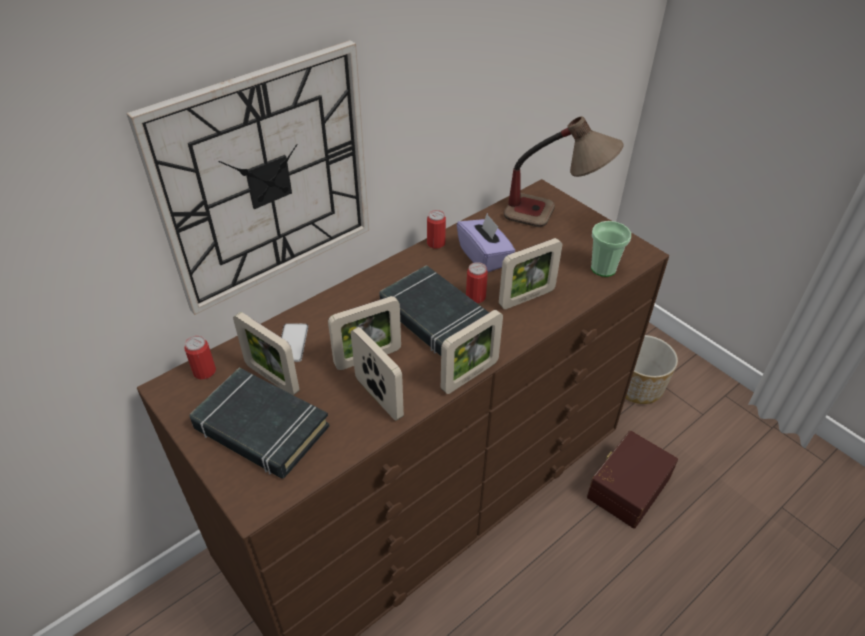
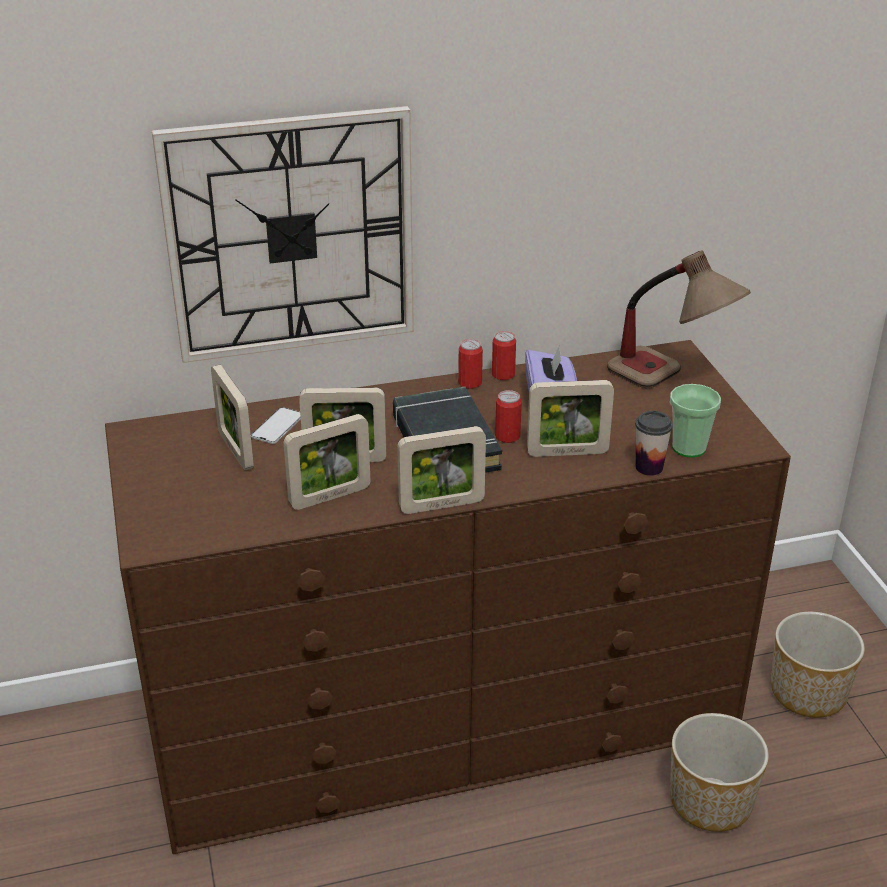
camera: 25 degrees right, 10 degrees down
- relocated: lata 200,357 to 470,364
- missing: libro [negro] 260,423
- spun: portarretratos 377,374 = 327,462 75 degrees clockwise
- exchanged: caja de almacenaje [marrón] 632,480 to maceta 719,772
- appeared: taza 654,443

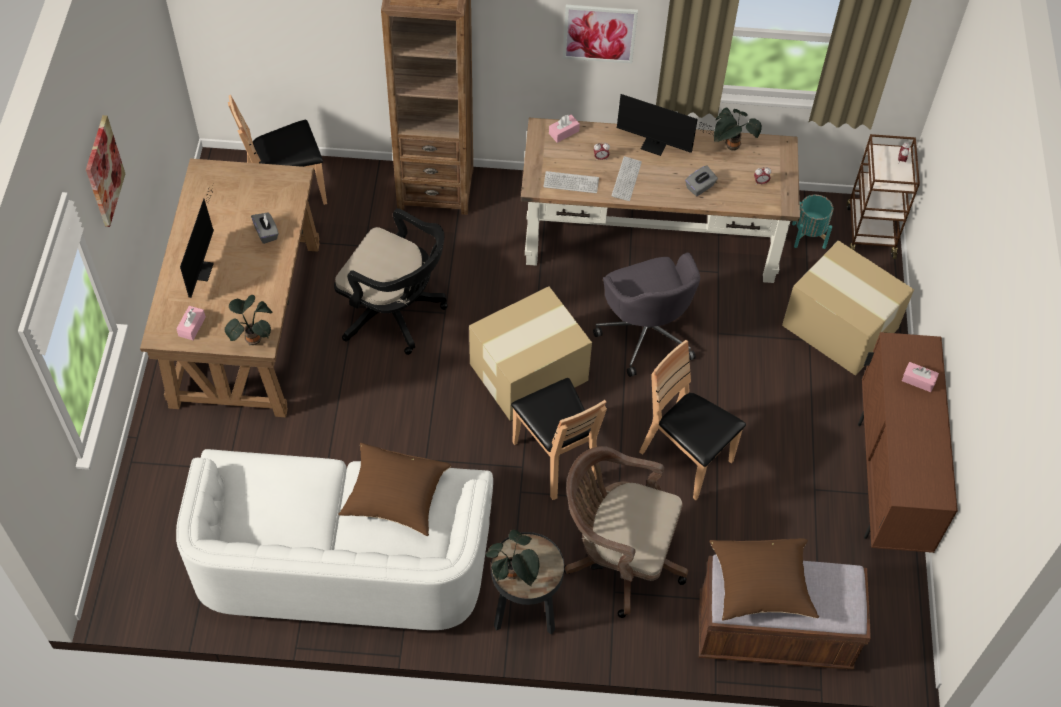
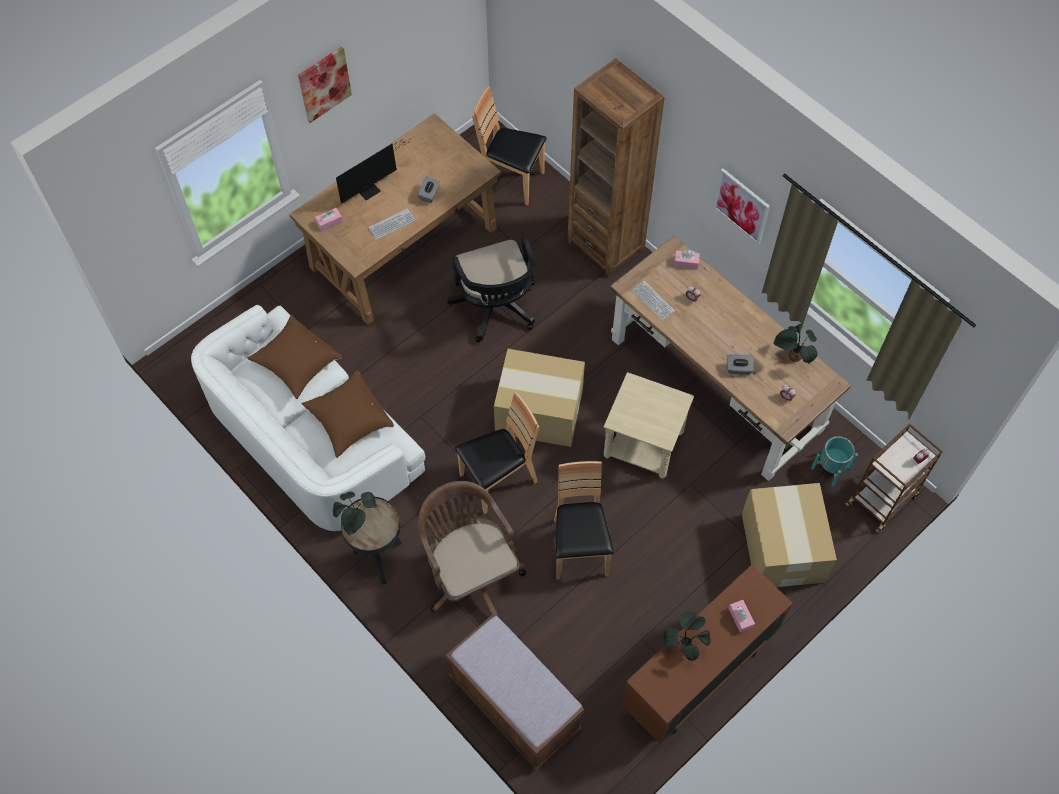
camera: 45 degrees right, 5 degrees up
- relocated: planta en maceta 249,320 to 687,637
- spun: silla [marrón] 559,439 = 497,453 135 degrees counterclockwise
- exchanged: silla de oficina [gris] 646,314 to mesa auxiliar [beis] 649,425
- relocated: teclado 626,178 to 391,224
- missing: monitor 669,125
- relocated: cojín [marrón] 764,579 to 295,357

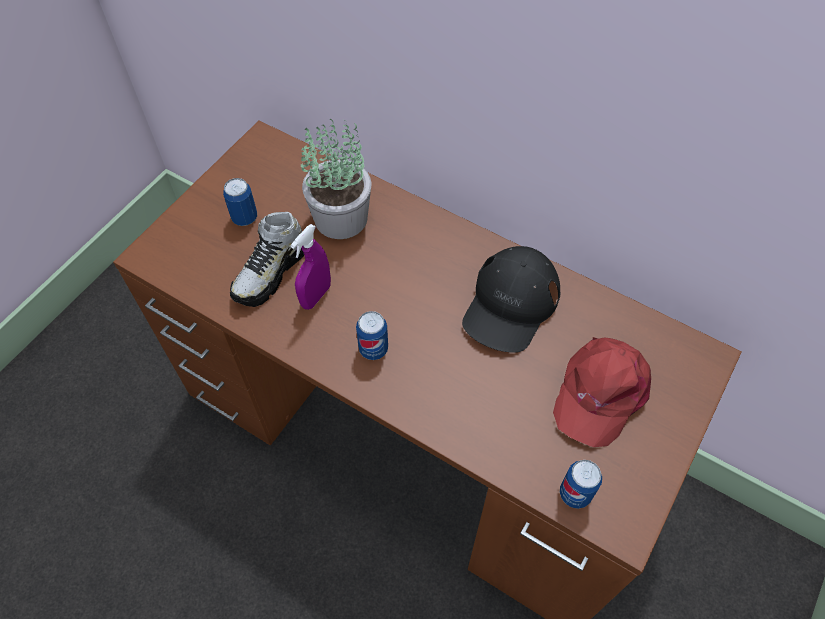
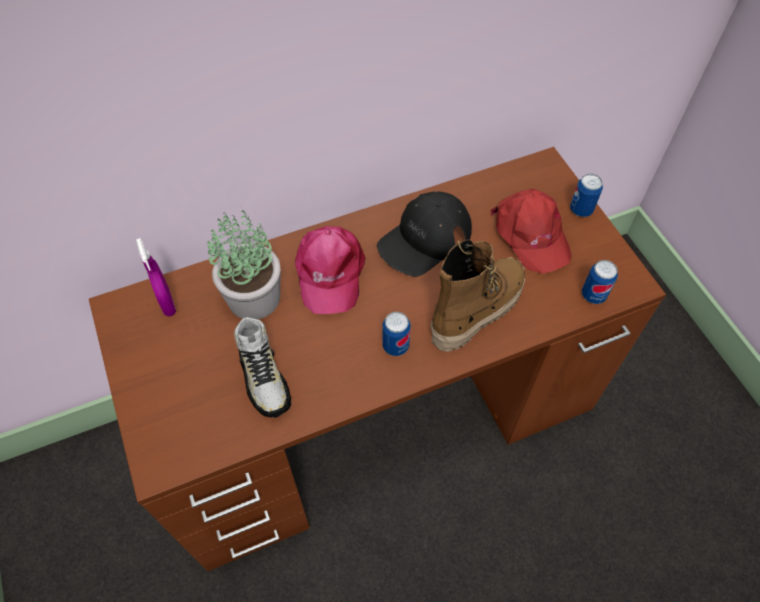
camera: 55 degrees left, 0 degrees up
- relocated: lata 240,202 to 586,195
- relocated: pulverizador [morado] 310,267 to 156,277
- spun: gorra [negro] 511,299 = 424,234 75 degrees clockwise
- appeared: gorra [rosa] 330,270
- appeared: bota 478,296

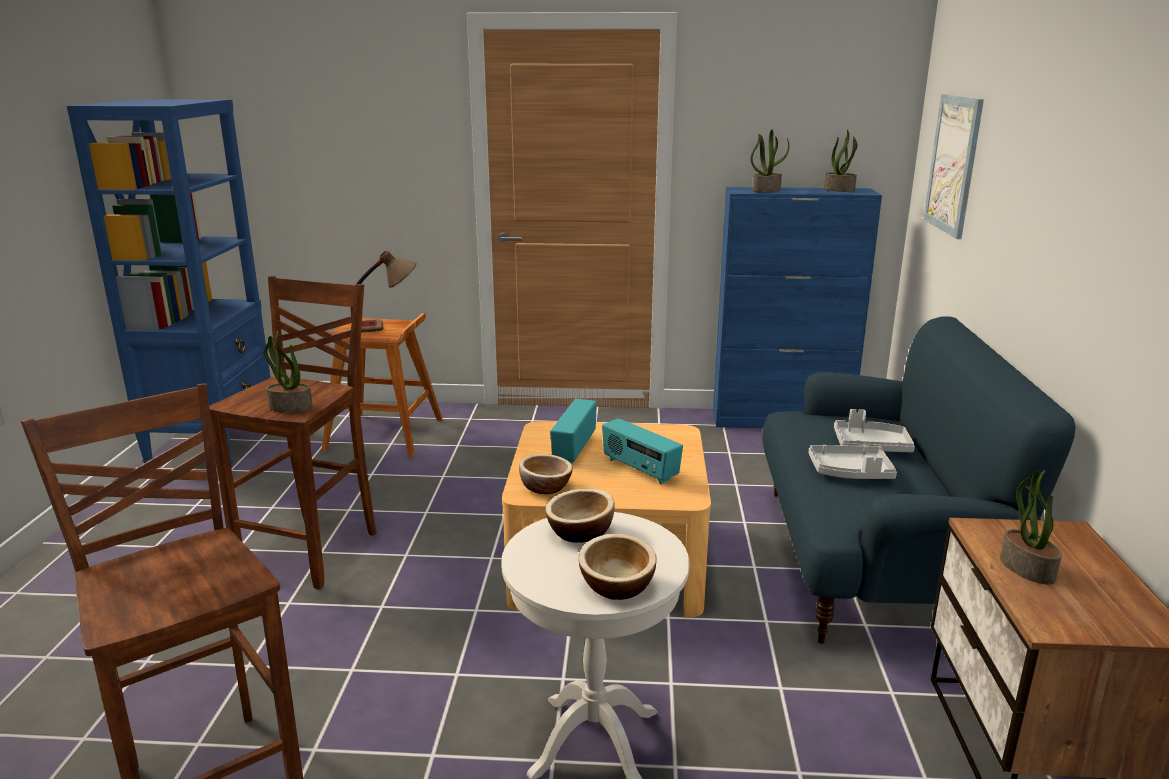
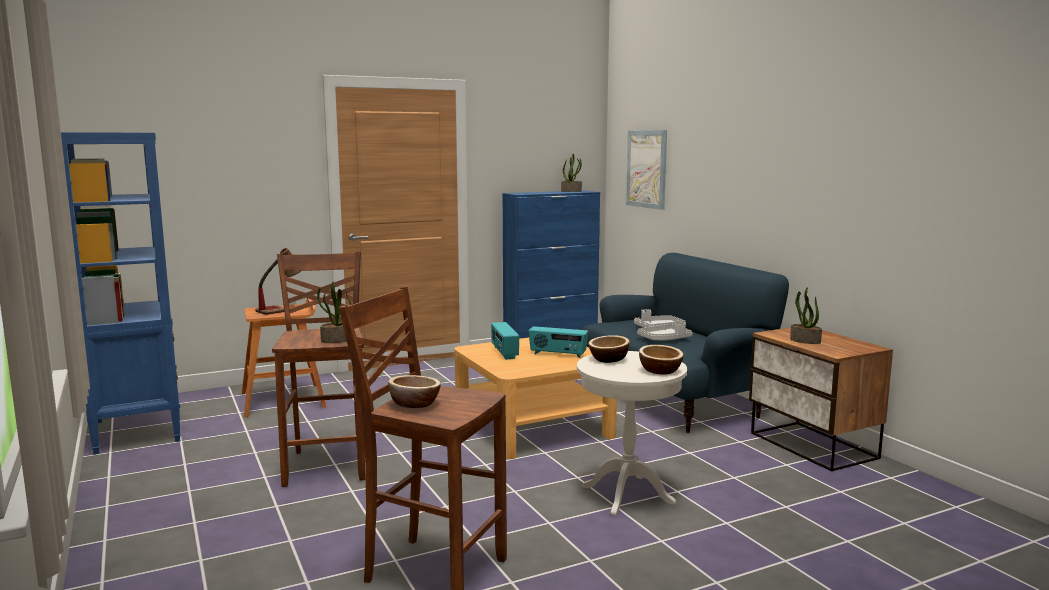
camera: 30 degrees left, 10 degrees down
- relocated: cuenco 546,474 to 414,391
- missing: planta en maceta 770,161

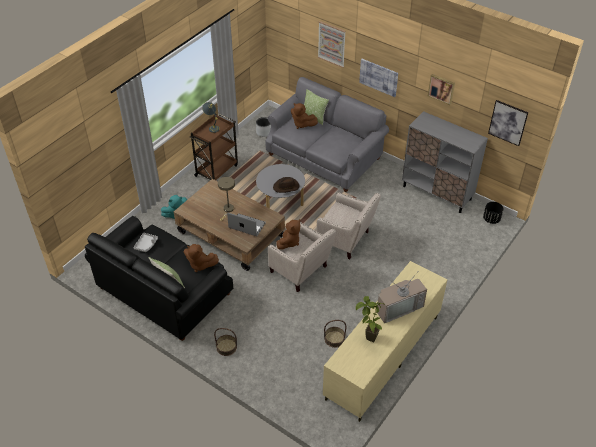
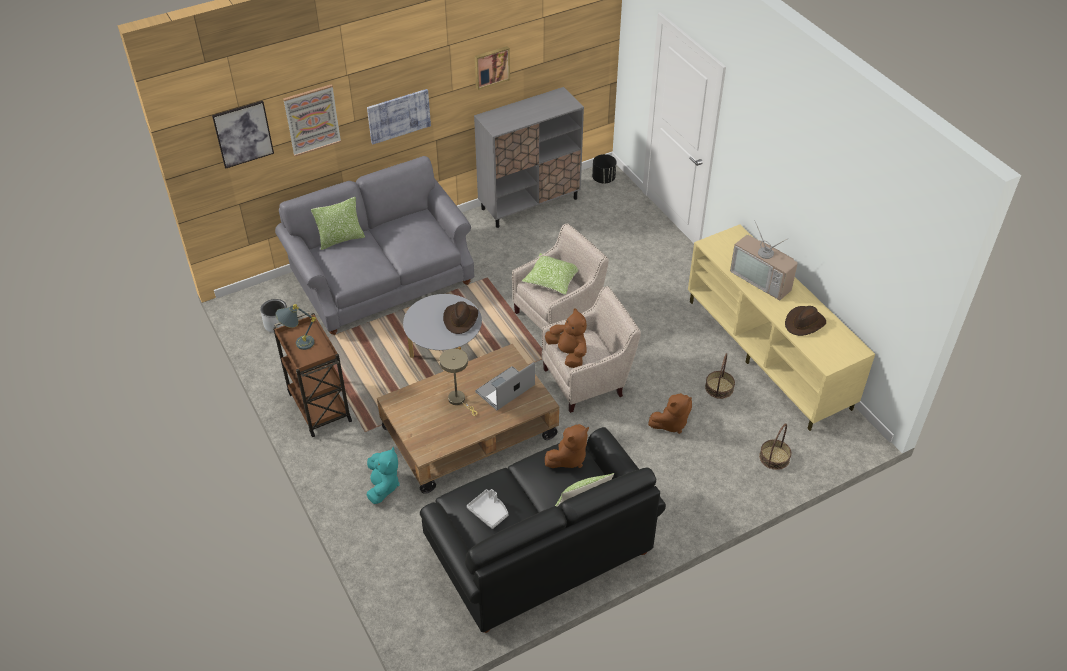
camera: 65 degrees left, 0 degrees up
- relocated: cesta 225,342 to 775,446
- relocated: peluche [marrón] 304,116 to 670,413
- exchanged: planta en maceta 370,319 to sombrero [marrón] 805,321
- spun: televisor 402,298 = 764,260 135 degrees clockwise
- relocated: cuadro 508,123 to 243,134
- appeared: cojín 550,274

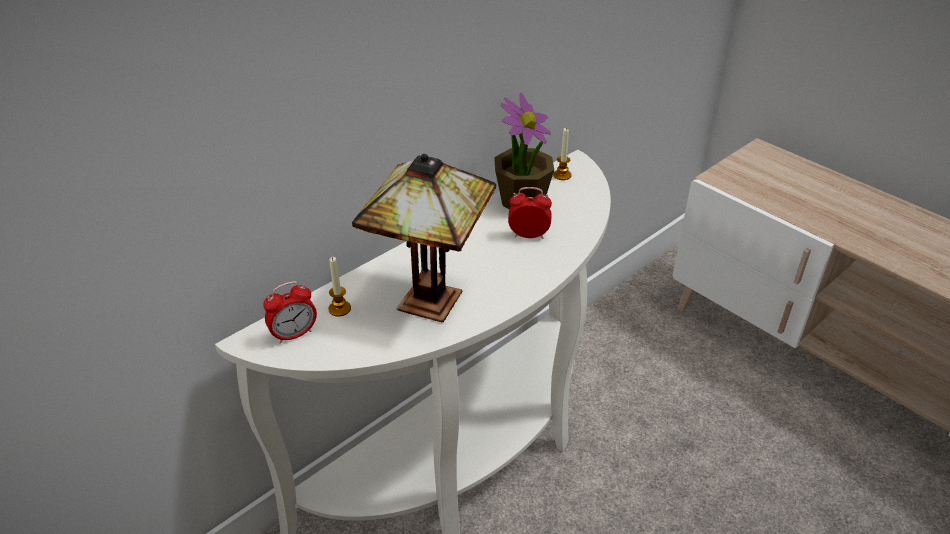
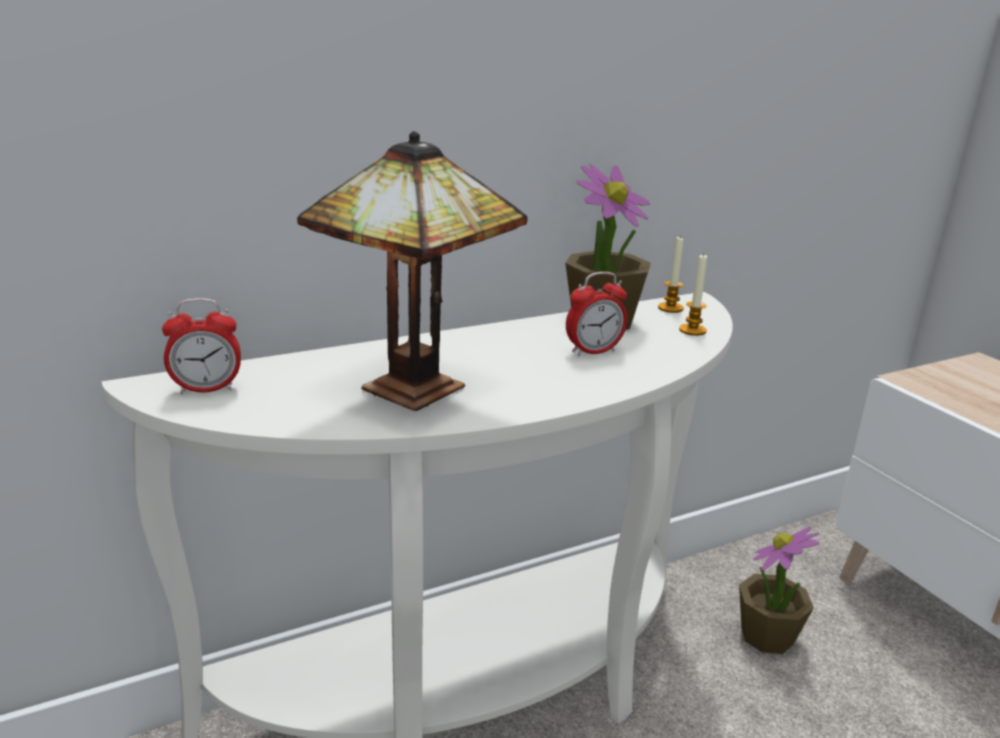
camera: 15 degrees right, 15 degrees down
- relocated: vela 339,286 to 693,294
- spun: despertador 530,213 = 596,314 135 degrees clockwise
- appeared: planta en maceta 779,590

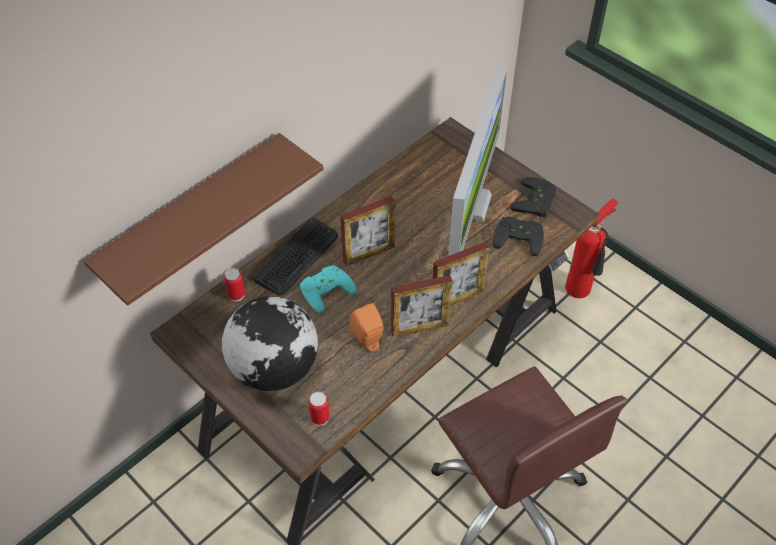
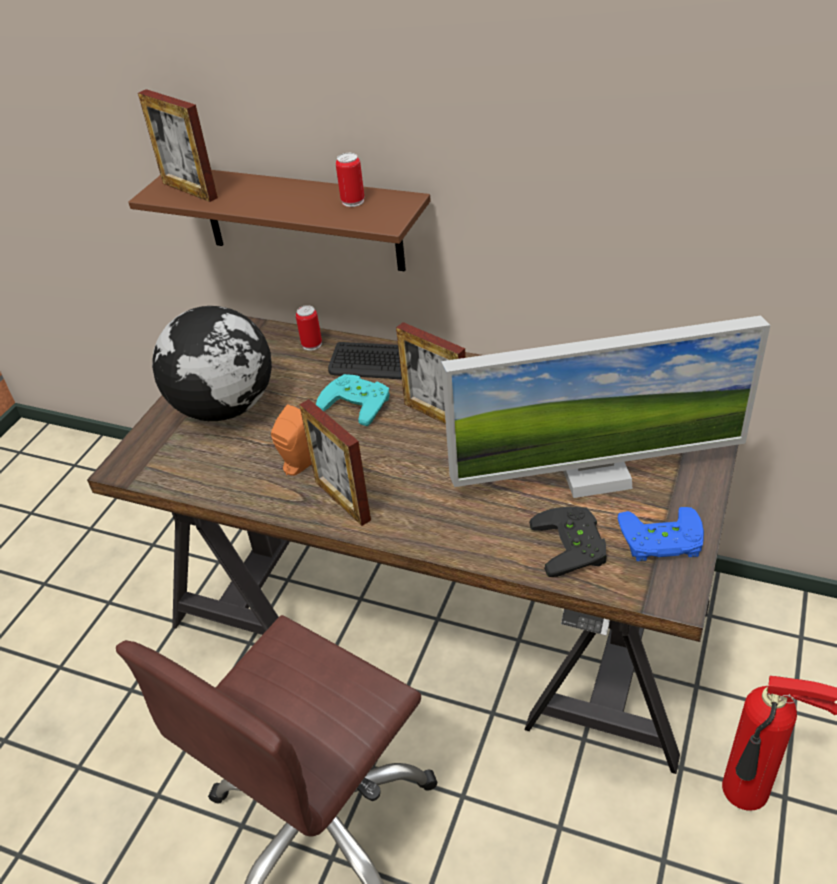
camera: 70 degrees right, 10 degrees down
- relocated: lata 319,409 to 350,180
- relocated: portarretratos 461,274 to 178,145
- colour: mando de consola [negro] 533,197 to mando de consola [azul] 660,534

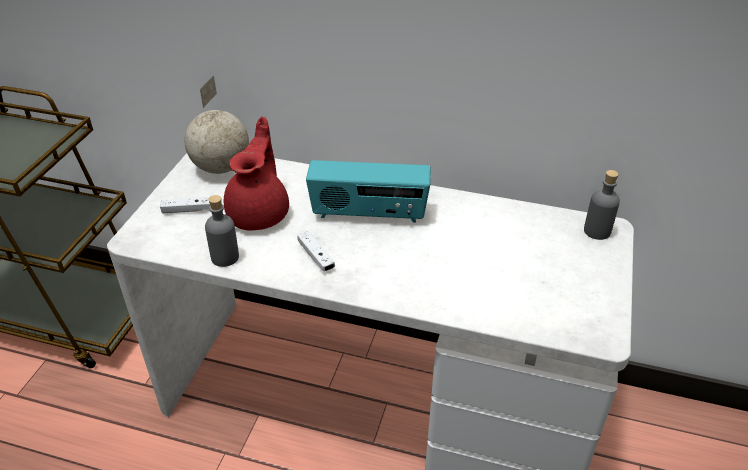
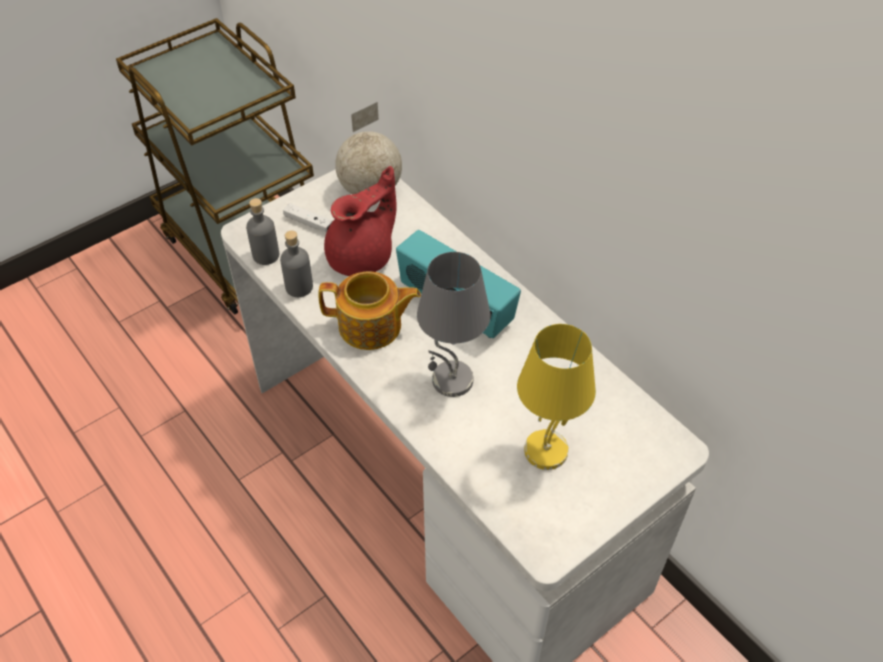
camera: 35 degrees right, 10 degrees up
- exchanged: mando de consola [blanco] 316,251 to tetera 369,311
- relocated: botella [gris] 602,205 to 262,231
- appeared: lámpara de mesa [gris] 454,324
- appeared: lámpara de mesa [amarillo] 556,397

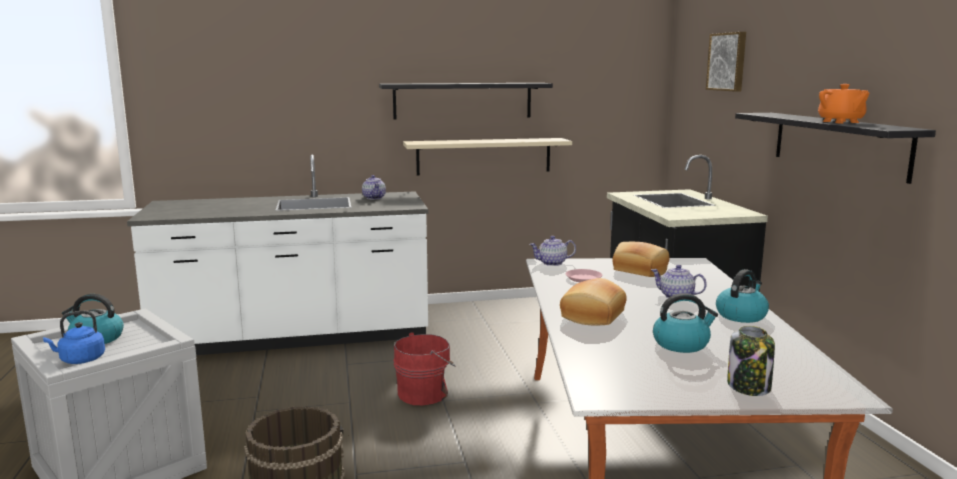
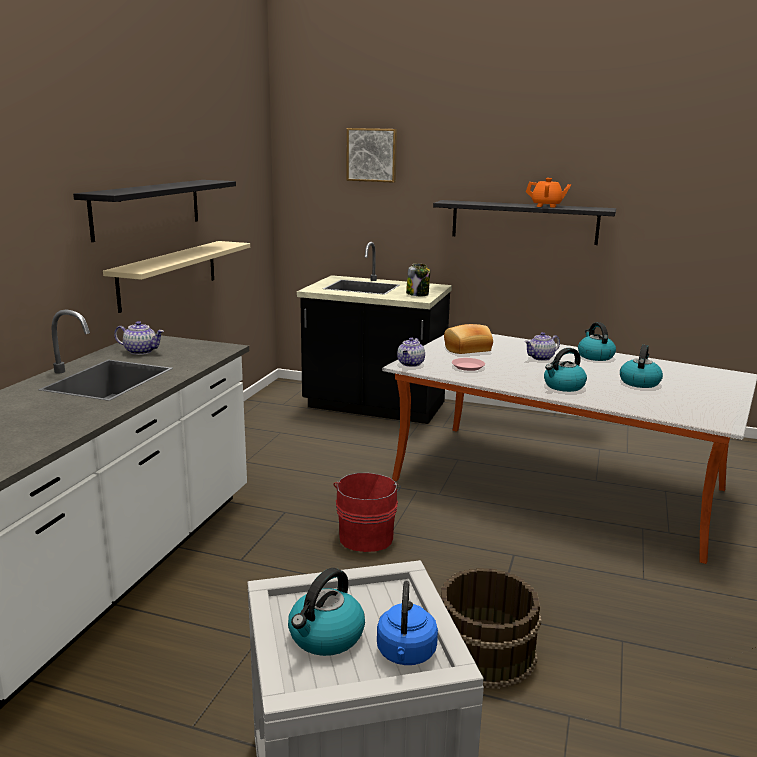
camera: 60 degrees left, 5 degrees up
- exchanged: pan 593,301 to hervidor 565,370
- relocated: tarro 751,361 to 418,279

